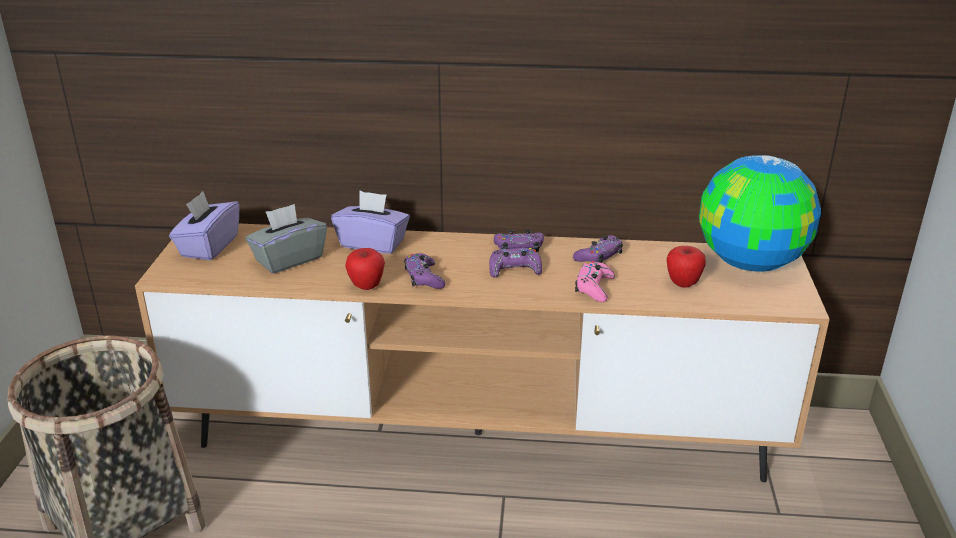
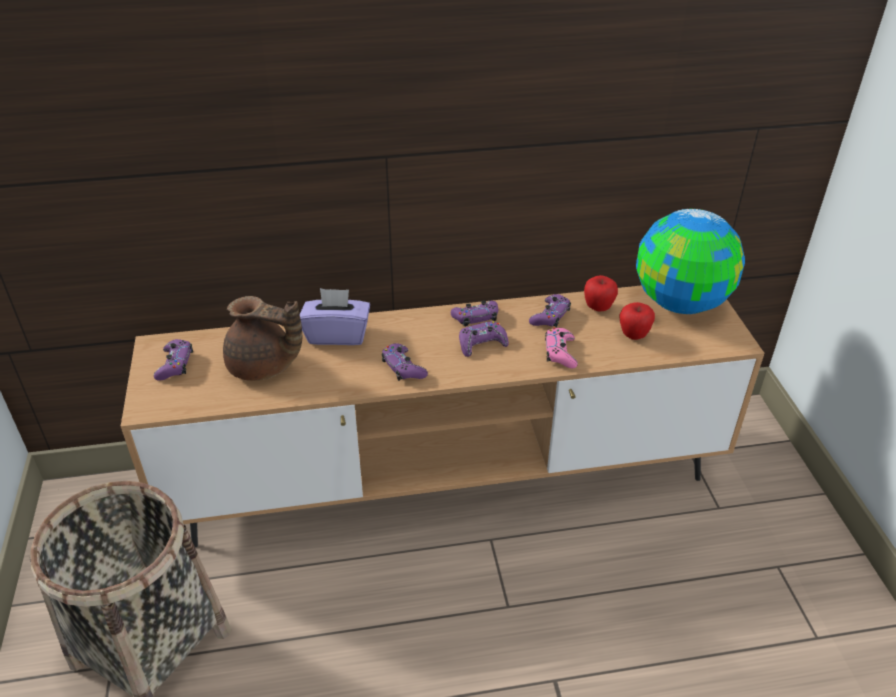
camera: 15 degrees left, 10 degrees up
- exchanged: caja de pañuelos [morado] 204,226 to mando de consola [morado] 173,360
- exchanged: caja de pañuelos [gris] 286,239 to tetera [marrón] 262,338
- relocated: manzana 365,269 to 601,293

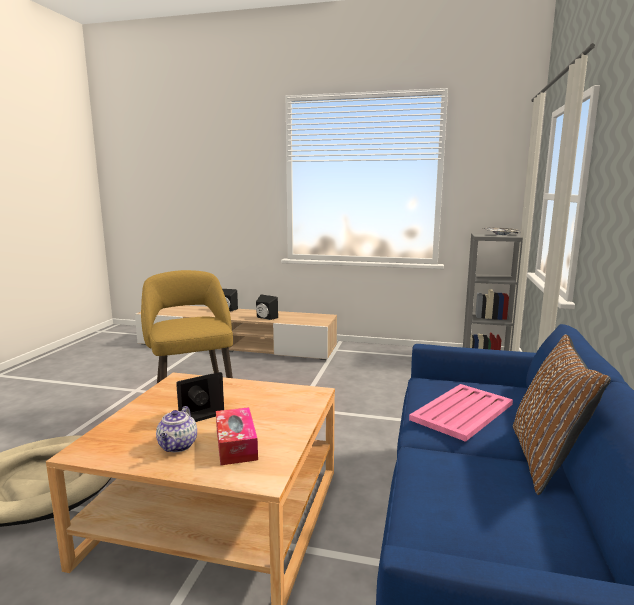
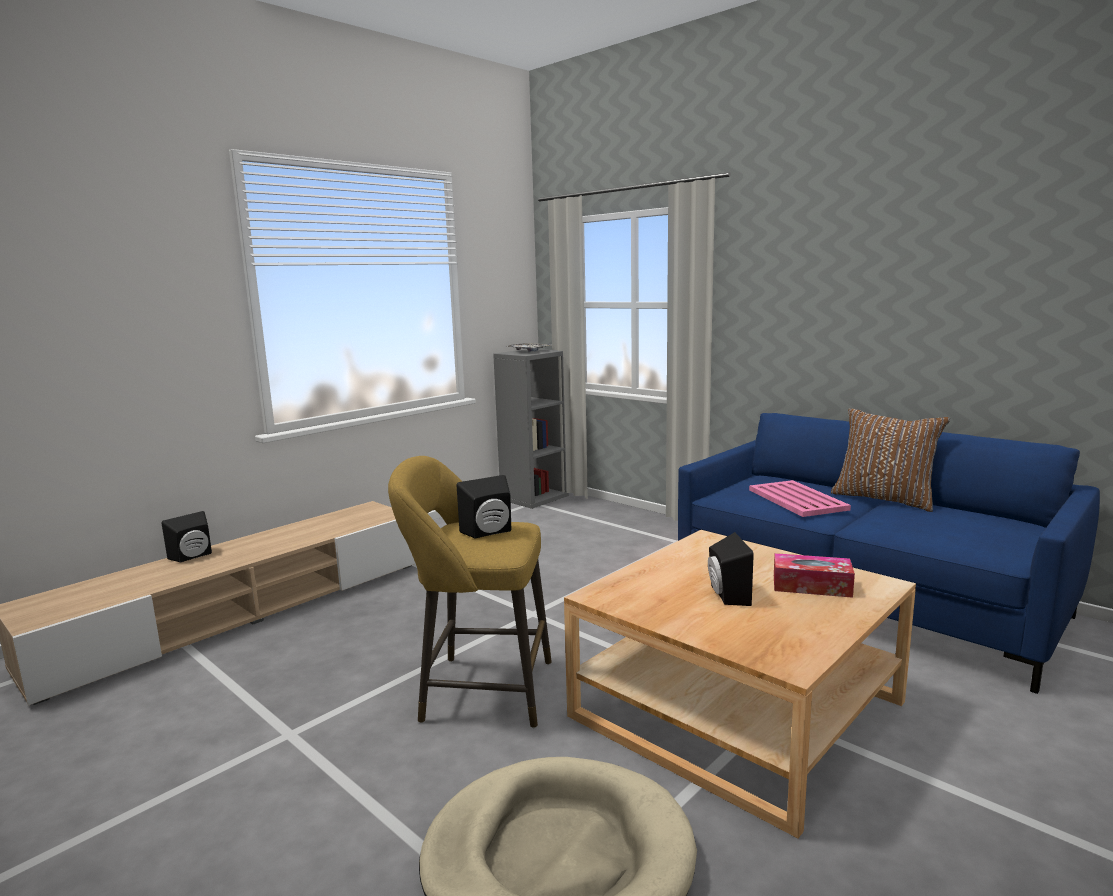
camera: 60 degrees left, 0 degrees up
- missing: tetera 176,429
- relocated: altavoz [negro] 267,307 to 484,507

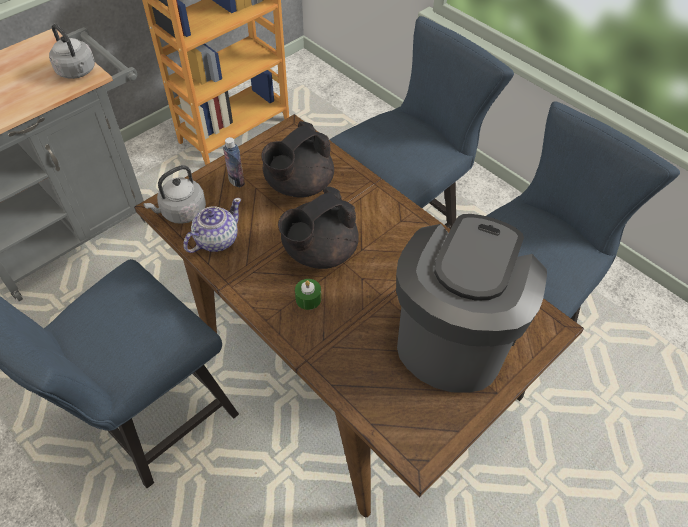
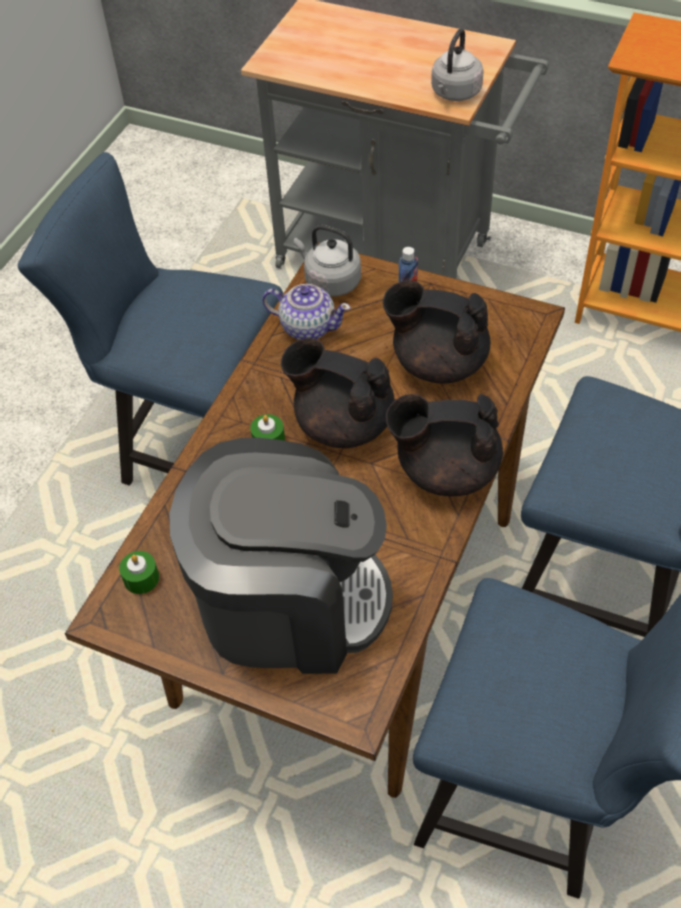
camera: 70 degrees right, 0 degrees up
- appeared: vela [verde] 139,572
- appeared: tetera [negro] 444,445

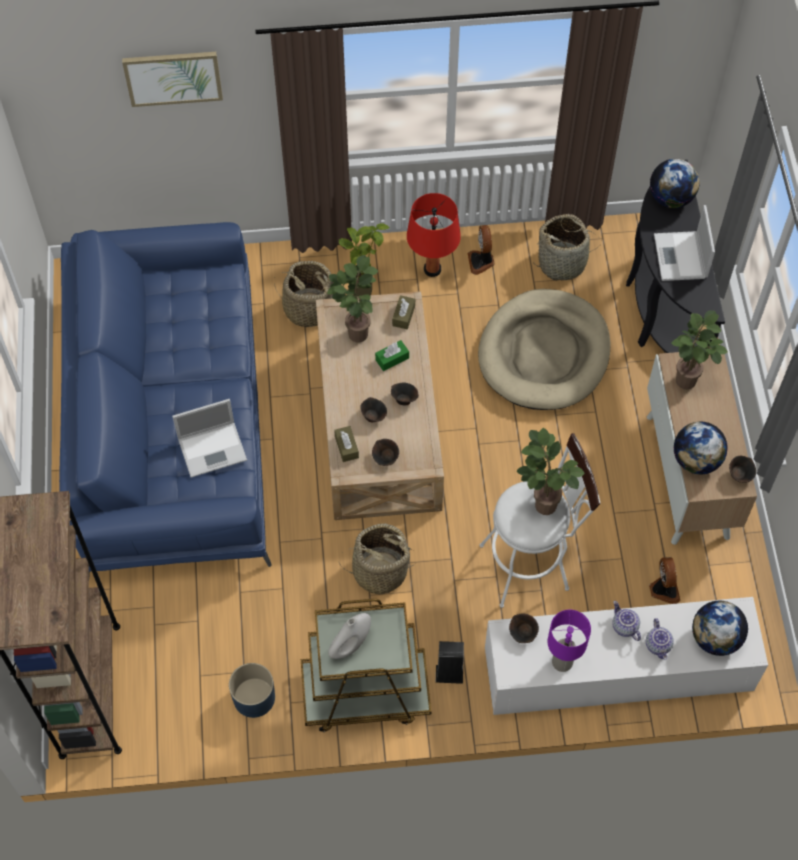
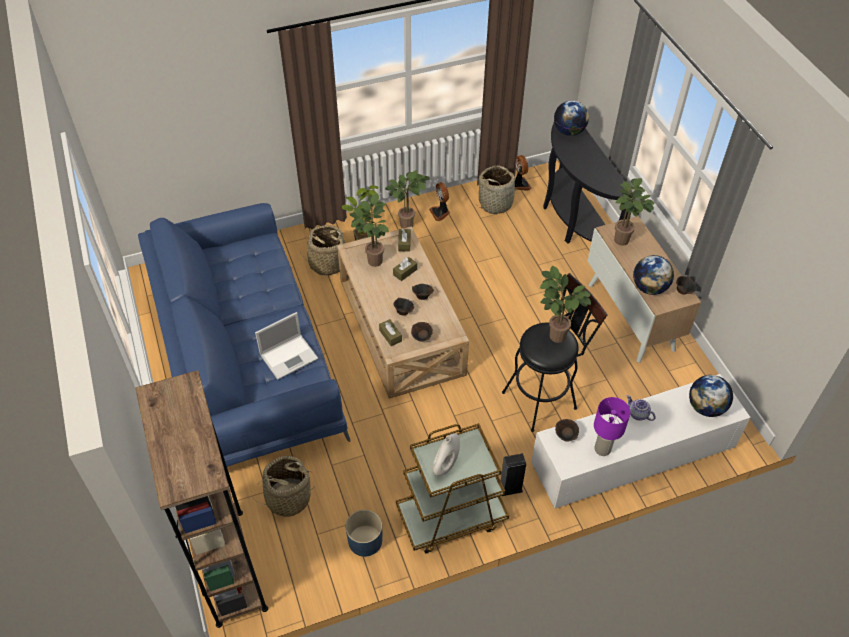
camera: 15 degrees left, 10 degrees down
- missing: cuadro 172,79
- relocated: cesta 376,559 to 285,486
- colour: caja de pañuelos [verde] 392,355 to caja de pañuelos [marrón] 405,269
- exchanged: lámpara de mesa [rojo] 434,235 to planta en maceta 407,199
- missing: cama para perro [beis] 544,349
- colour: taburete [blanco] 540,520 to taburete [negro] 555,352
- missing: tetera 660,639
- relocated: ventilador 665,580 to 523,173
- missing: portátil 684,243

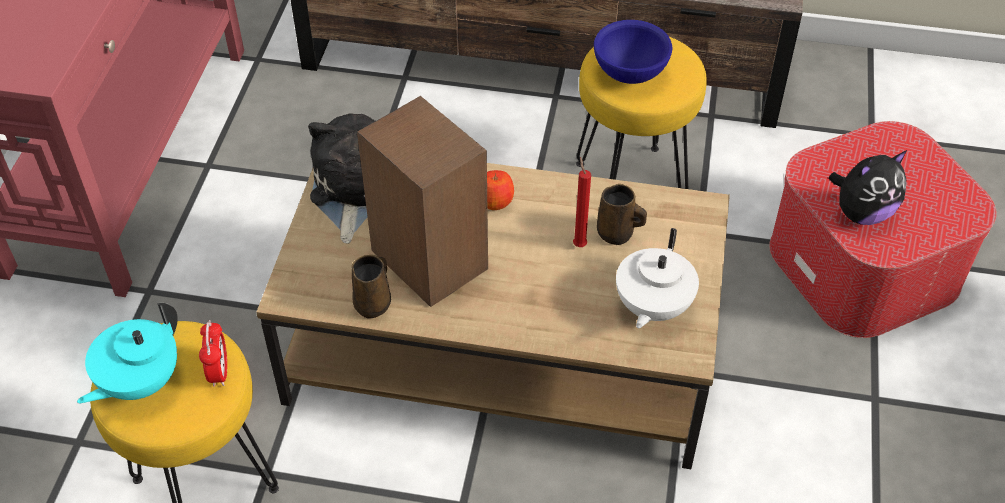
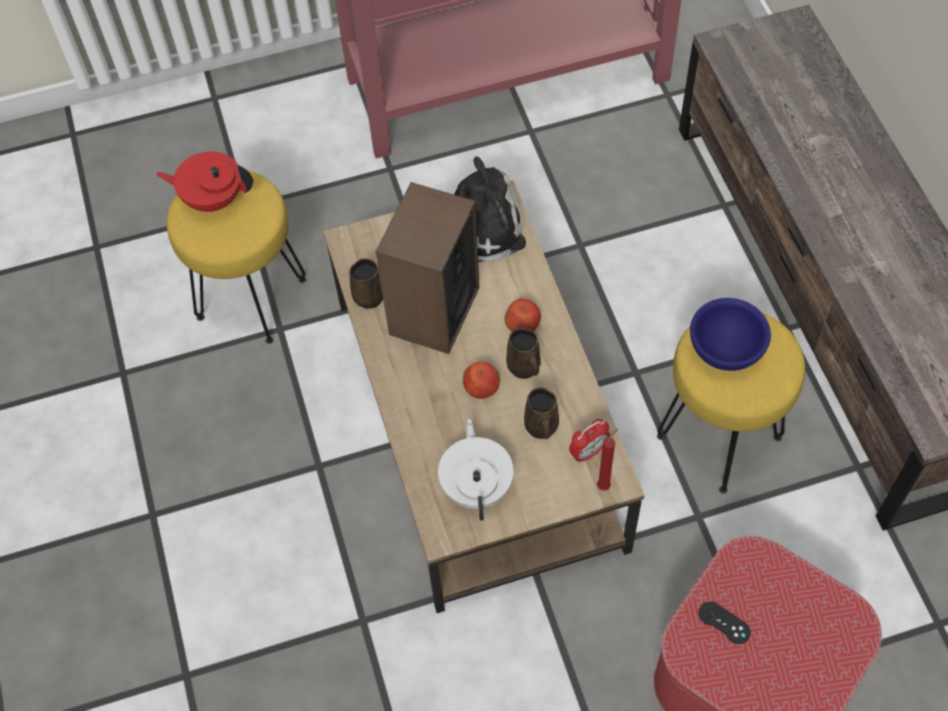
camera: 65 degrees right, 10 degrees up
- colour: tetera [turquesa] 127,353 to tetera [rojo] 204,182
- relocated: despertador 213,353 to 589,441
- relocated: vela [rojo] 582,202 to 607,460
- spun: tetera [blanco] 657,278 = 476,470 90 degrees clockwise
- exchanged: peluche 868,187 to mando de consola [negro] 725,622
- appeared: manzana 481,380
- appeared: taza grande [marrón] 523,353

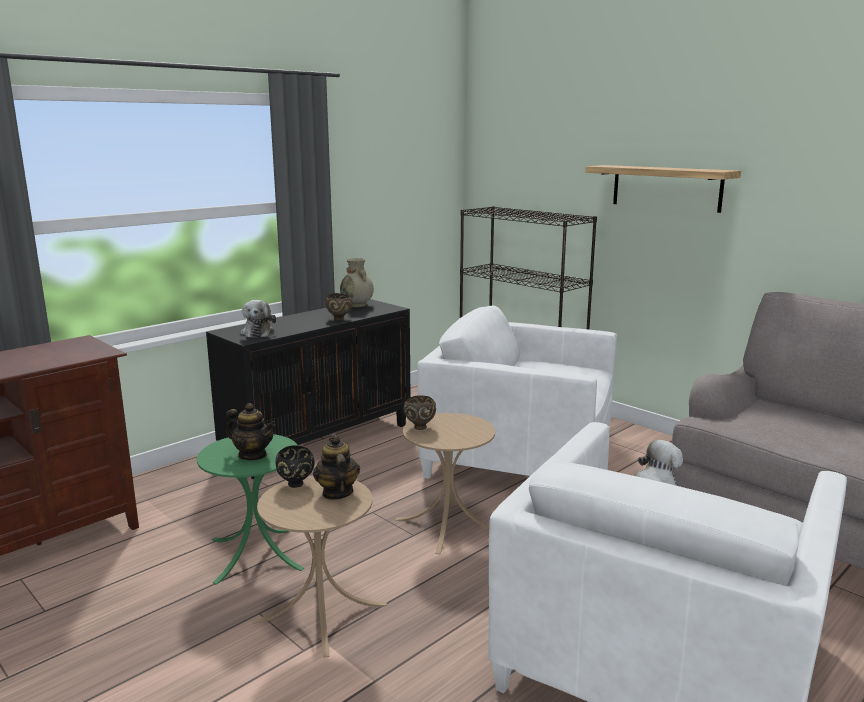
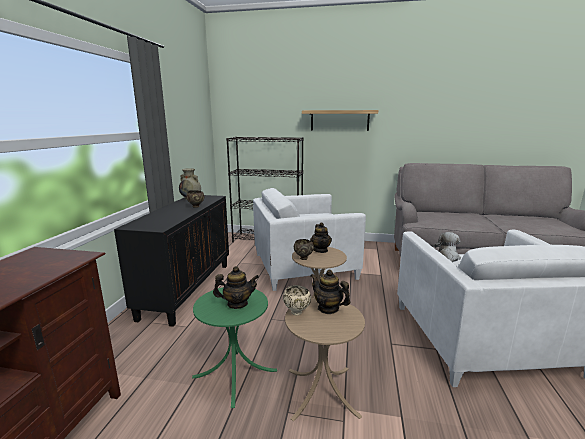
camera: 35 degrees left, 0 degrees up
- missing: peluche 258,319
- colour: cuenco [negro] 295,466 to cuenco [beis] 297,300
- appeared: tetera 321,237

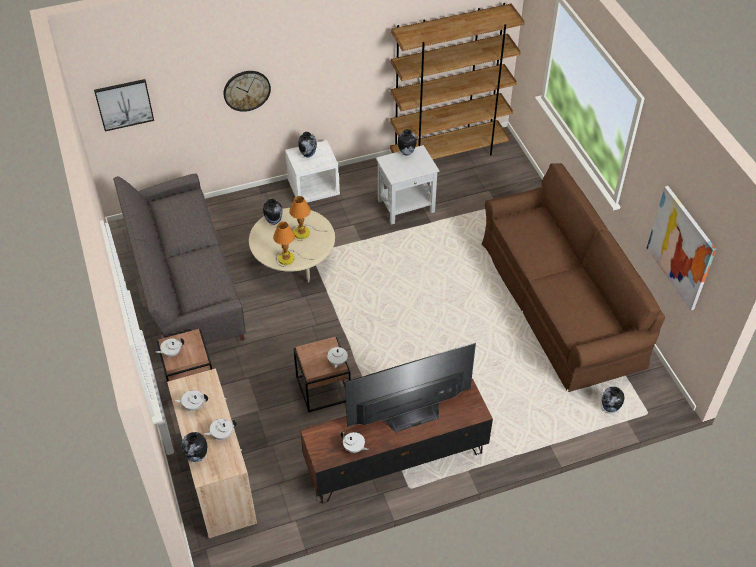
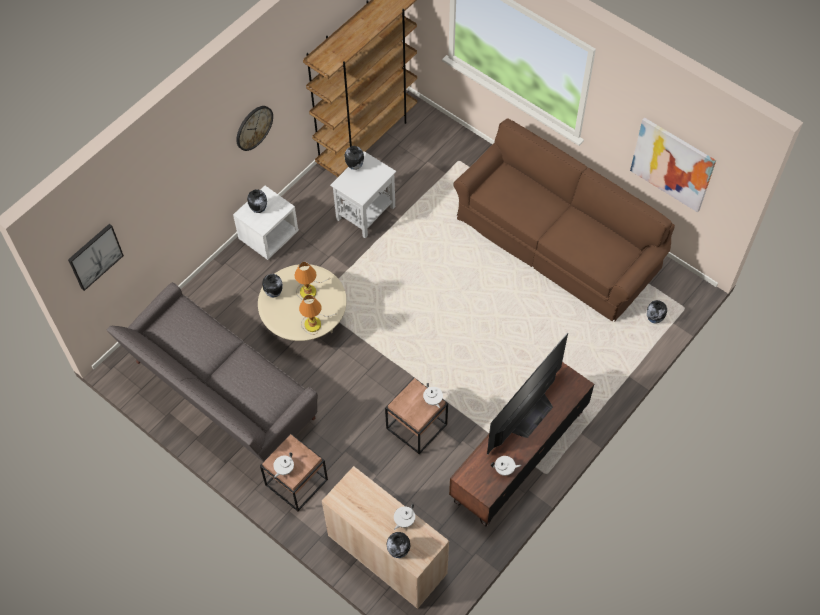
camera: 30 degrees left, 10 degrees up
- missing: tetera [blanco] 191,400
- relocated: reloj de pared 247,91 to 254,128

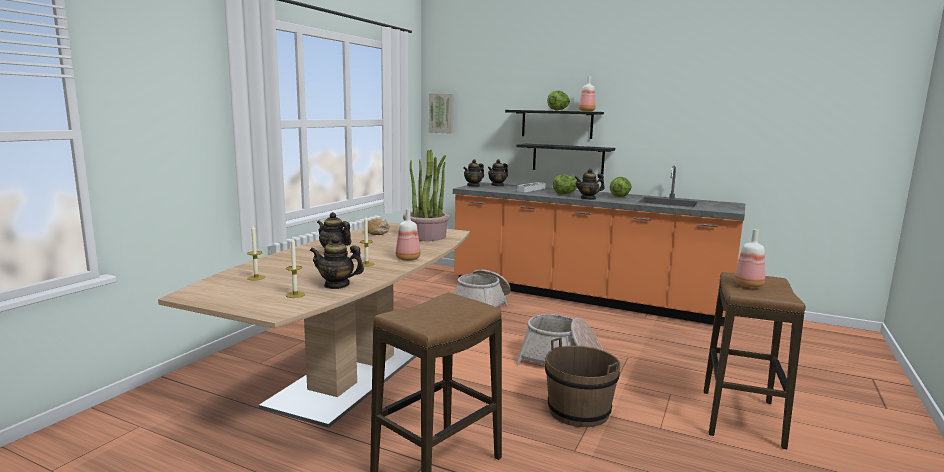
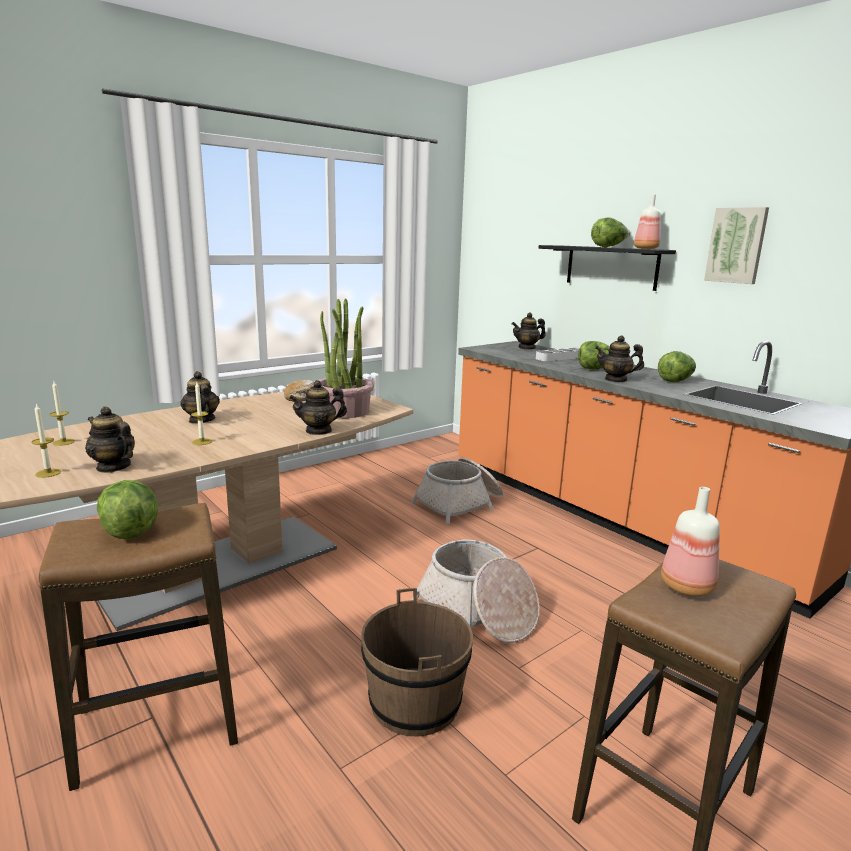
camera: 25 degrees right, 5 degrees up
- missing: botella 408,235
- relocated: cuadro 441,114 to 736,245
- relocated: tetera 473,173 to 318,407
- missing: estante [negro] 566,159
- appeared: lechuga 127,509

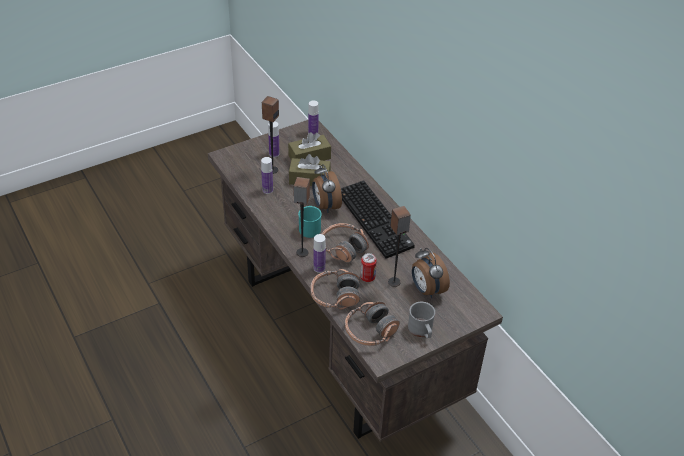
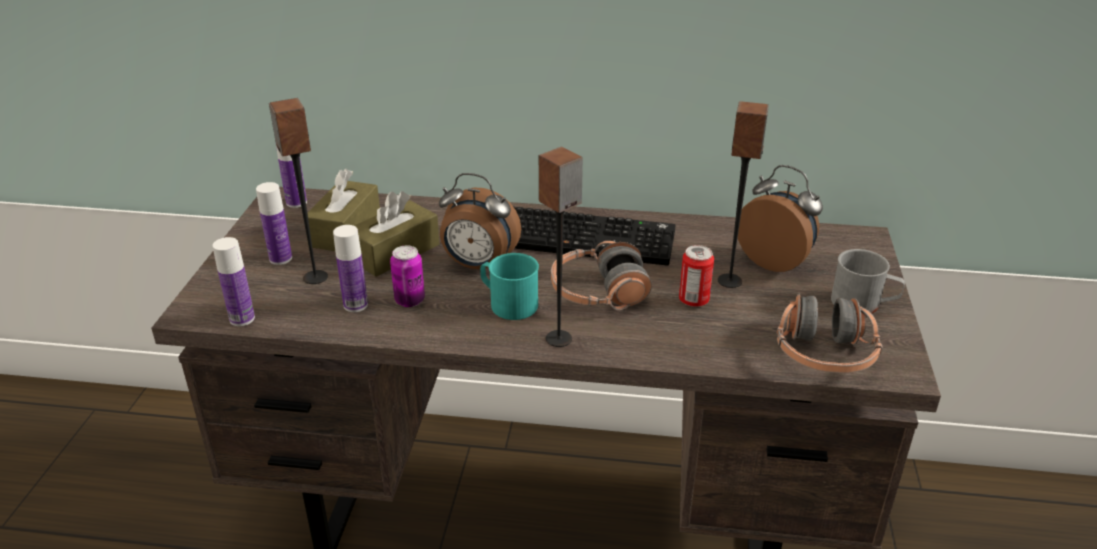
camera: 50 degrees left, 10 degrees down
- missing: auriculares 335,289
- relocated: botella 319,253 to 233,281
- spun: despertador 431,273 = 780,218 150 degrees counterclockwise
- appeared: lata 407,276

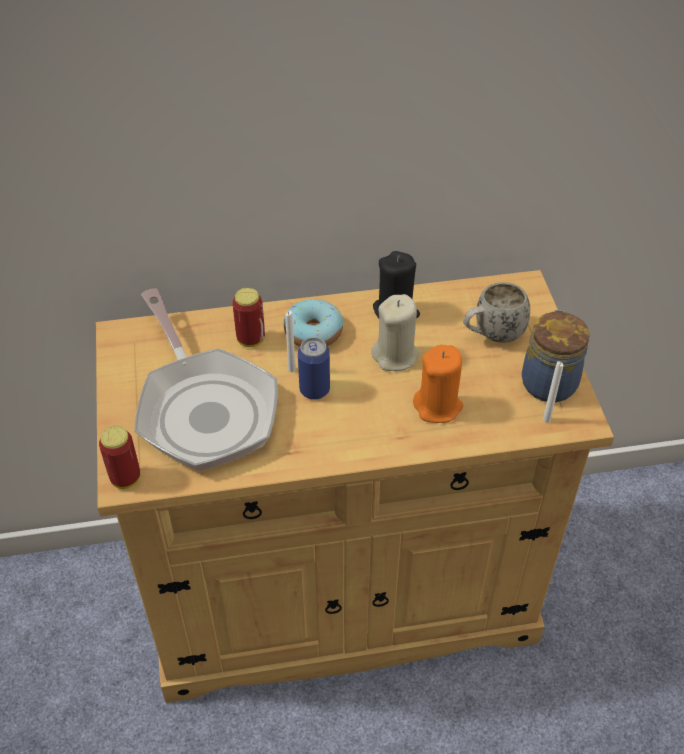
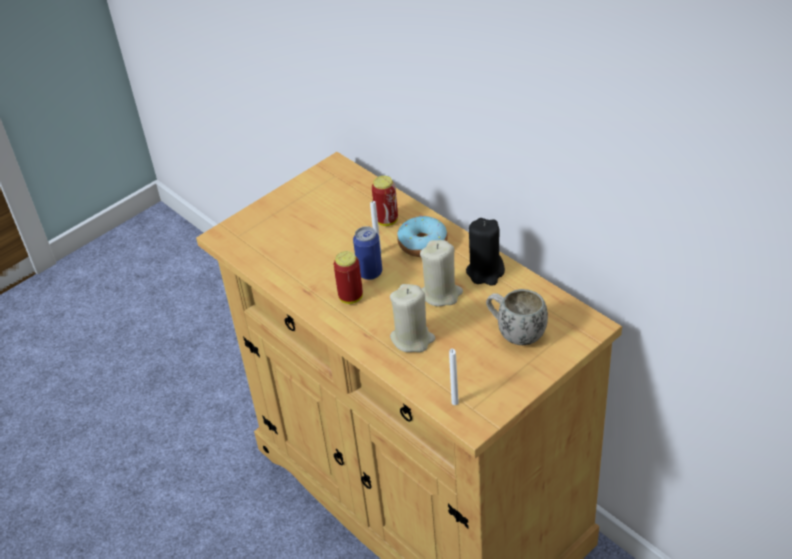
camera: 60 degrees right, 5 degrees down
- relocated: lata 119,457 to 348,277
- missing: sartén 206,379
- colour: vela [naranja] 438,384 to vela [beis] 412,318
- missing: tarro 556,356

